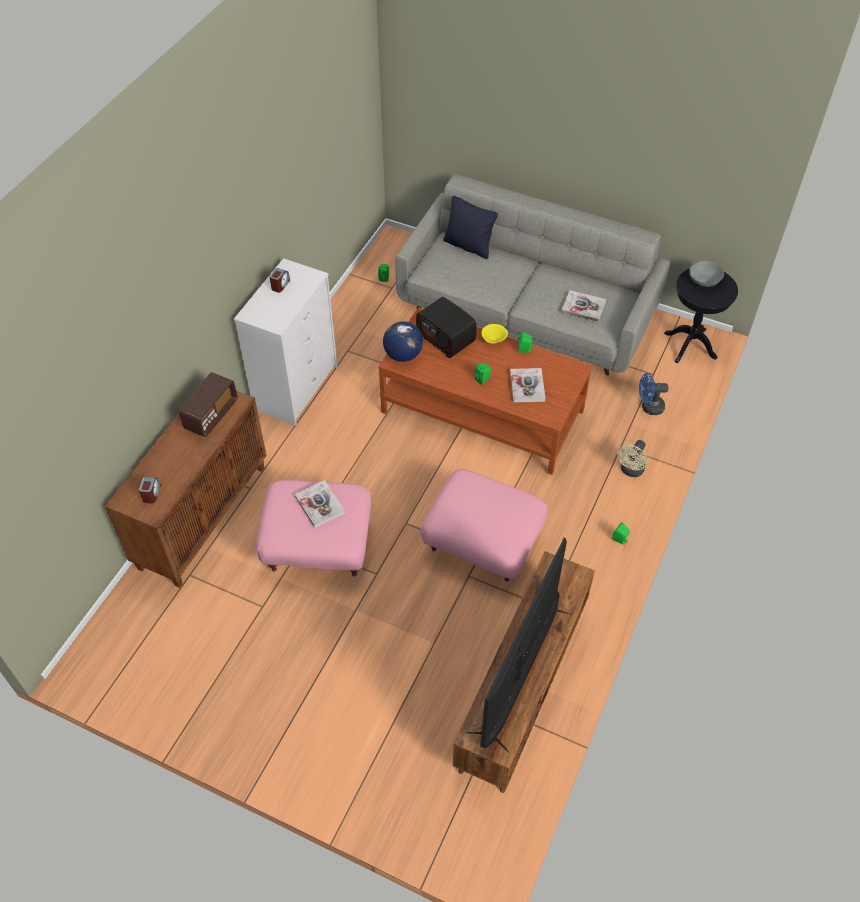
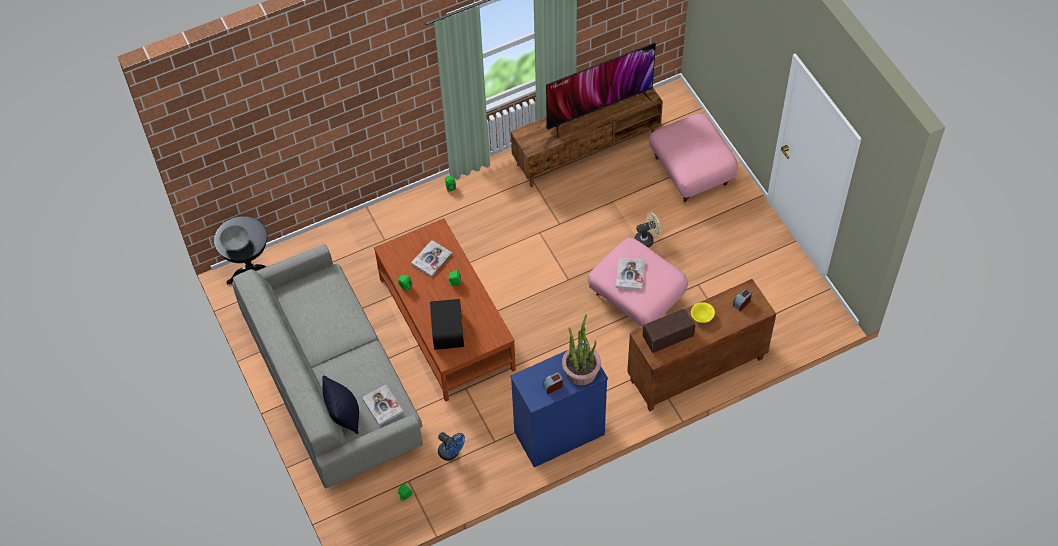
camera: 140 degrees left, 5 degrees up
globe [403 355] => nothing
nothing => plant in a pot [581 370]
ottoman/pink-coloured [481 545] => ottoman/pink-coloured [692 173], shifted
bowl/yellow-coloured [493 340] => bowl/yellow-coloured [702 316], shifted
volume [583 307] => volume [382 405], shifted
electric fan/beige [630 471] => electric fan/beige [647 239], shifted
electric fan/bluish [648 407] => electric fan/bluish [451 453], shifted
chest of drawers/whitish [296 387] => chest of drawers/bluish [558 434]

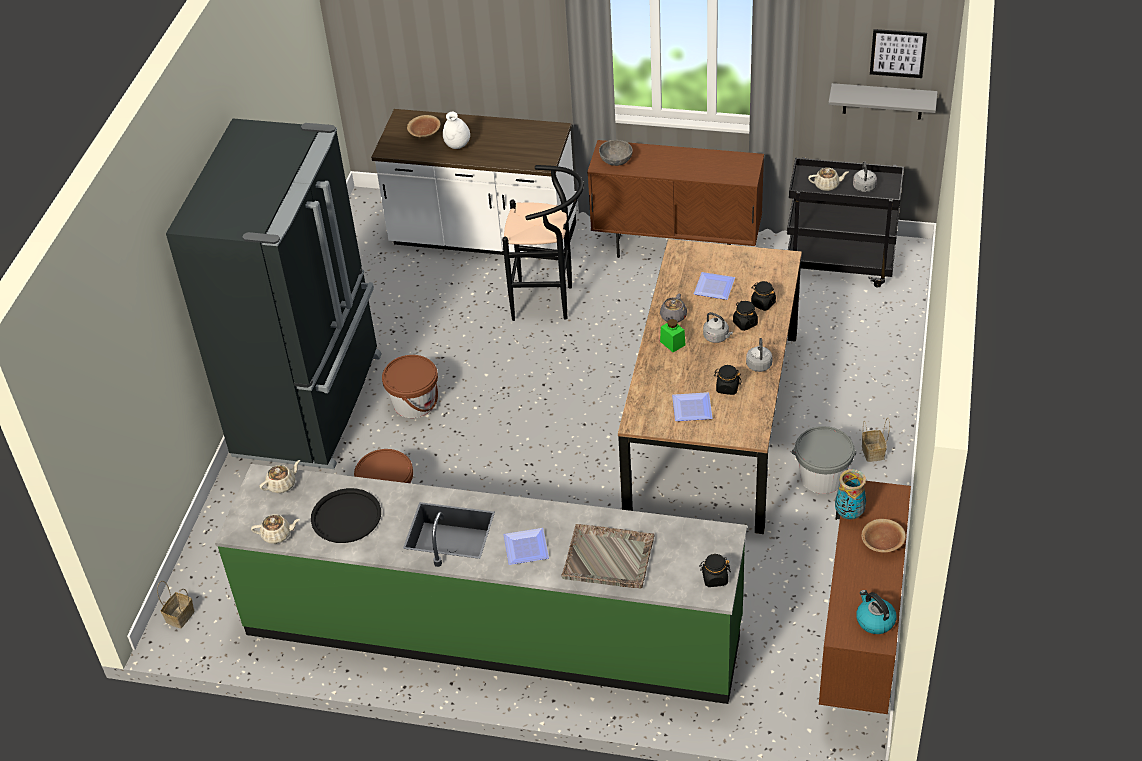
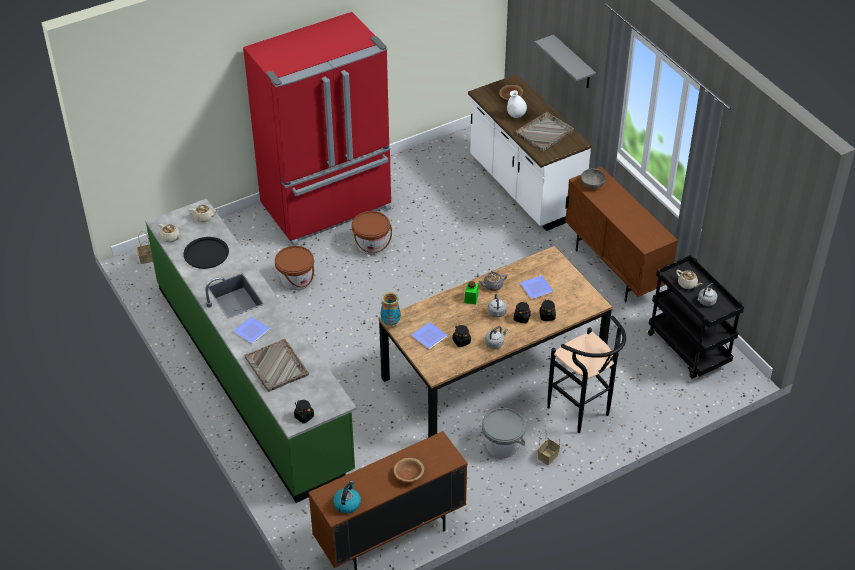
camera: 45 degrees right, 0 degrees up
wall picture [898 53] => nothing
nothing => carrying tray/grey [545 132]
sitting stool/black [549 302] => sitting stool/black [583 414], shifted
bracket shelf/grey [883 101] => bracket shelf/grey [573 63], shifted
decorative vase [848 514] => decorative vase [390 322], shifted
refrigerator/black [311 404] => refrigerator/red [328 208]

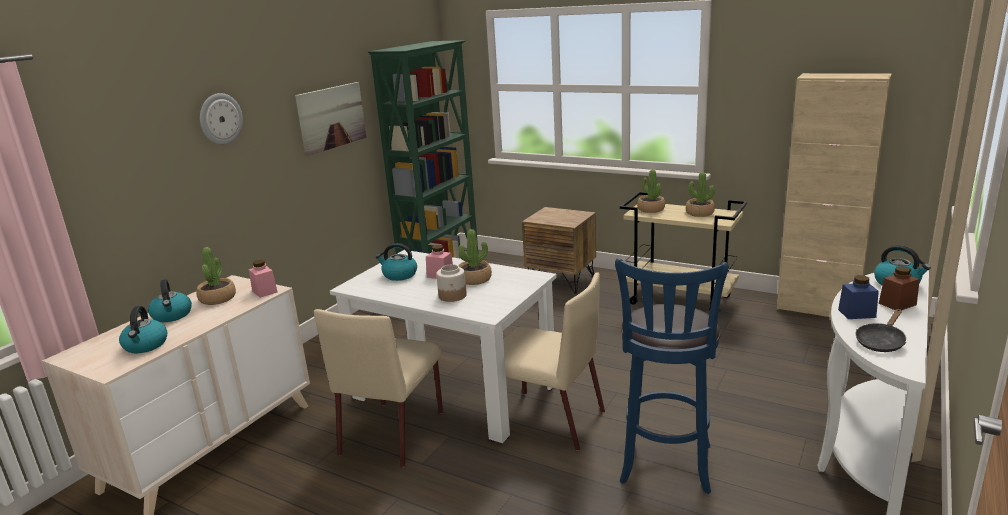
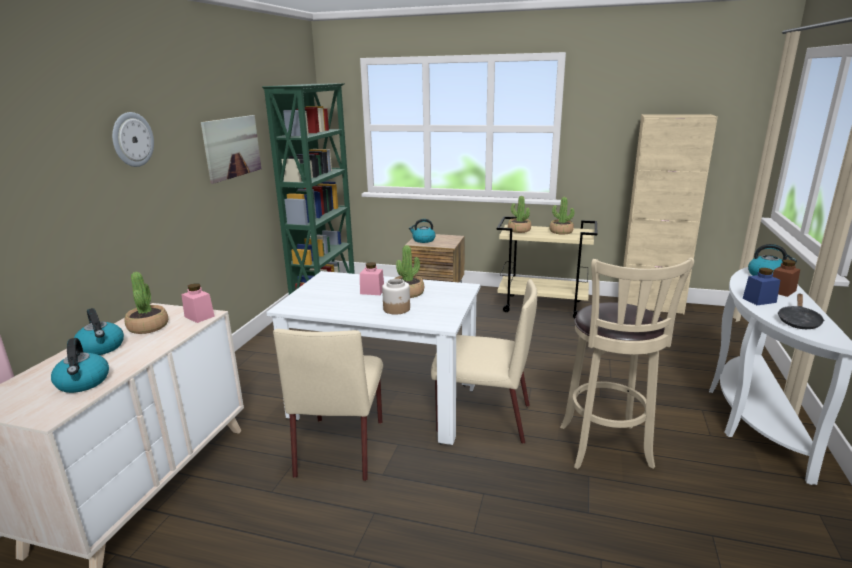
camera: 15 degrees left, 0 degrees up
tea kettle [399 275] => tea kettle [423 240], shifted
sitting stool/bluish [666 467] => sitting stool/beige [606 449]

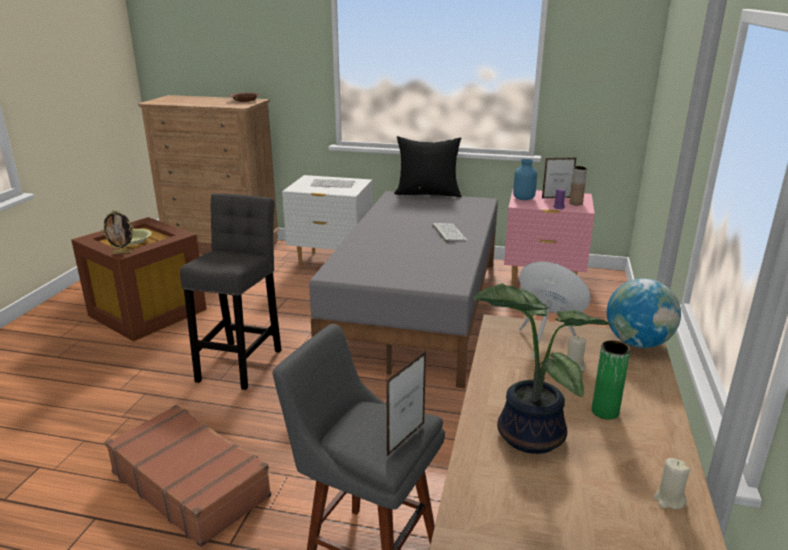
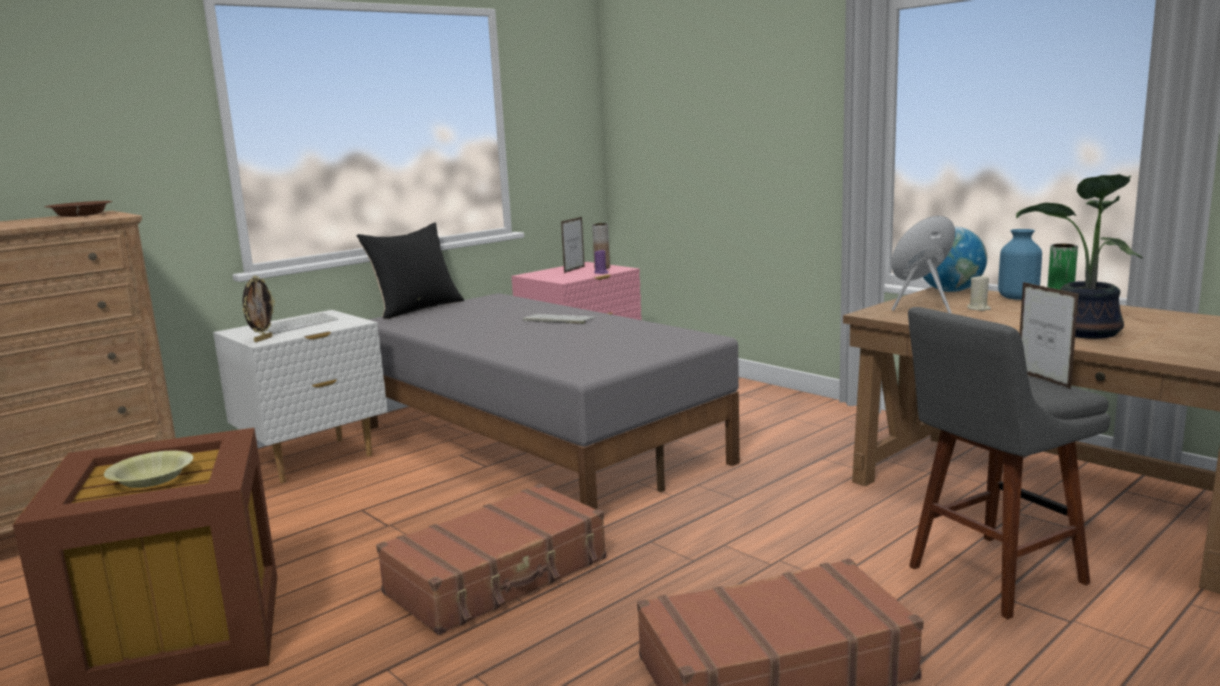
camera: 55 degrees left, 10 degrees down
wax candle/beige [669 500] => nothing
standing frame [122 253] => standing frame [262 339], shifted
decorative vase/bluish [523 198] => decorative vase/bluish [1018 298], shifted
sitting stool/grey [241 362] => suitcase/brownish [498 576]

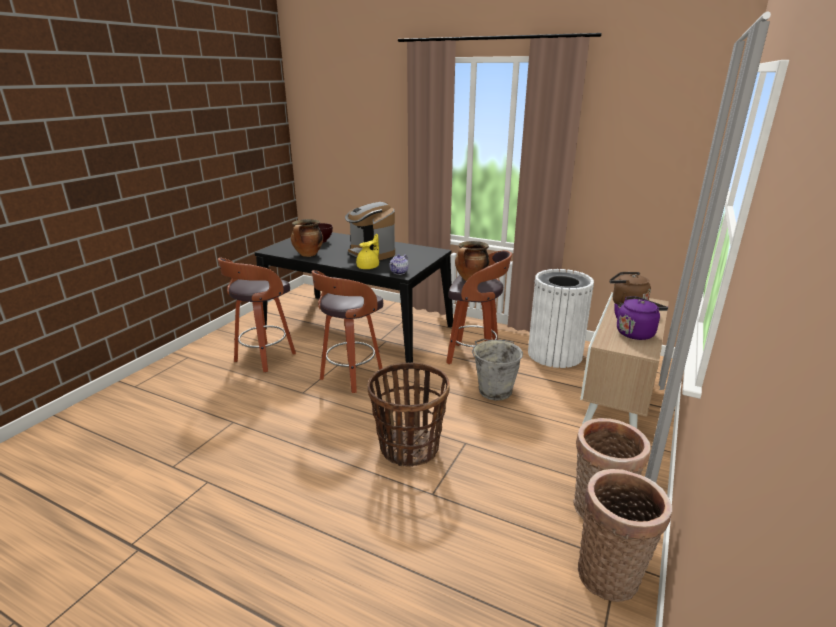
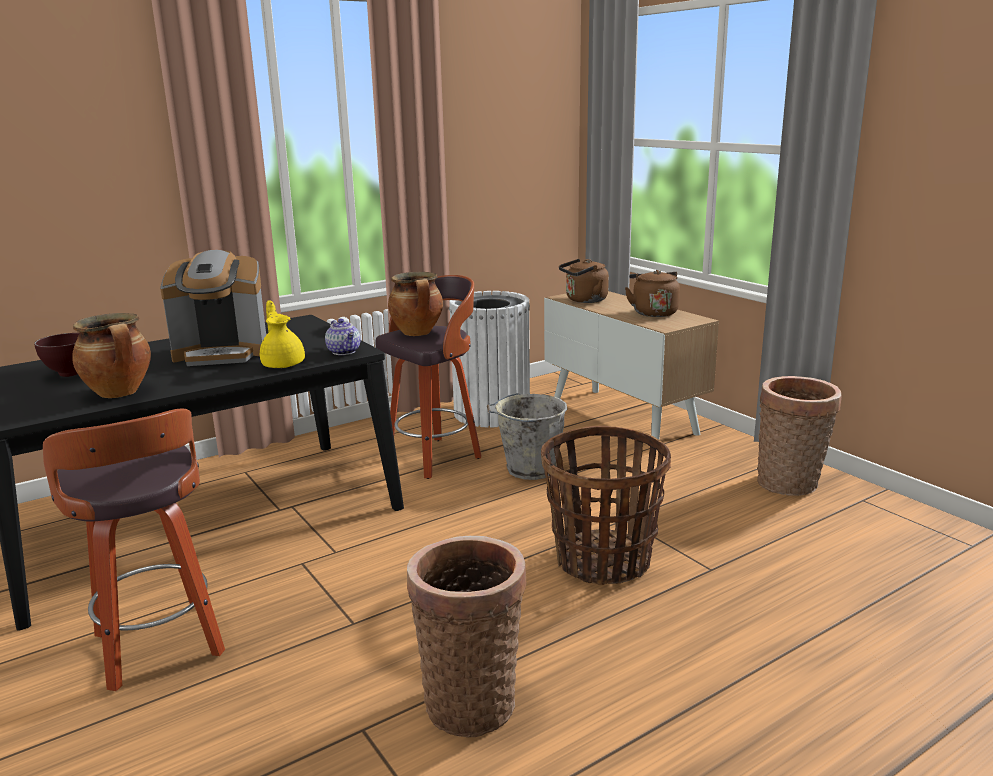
camera: 60 degrees left, 5 degrees down
sitting stool [350 377] => nothing
storage basket [611 574] => storage basket [471 700], shifted
tea kettle/purple [636 333] => tea kettle/brownish [653 312]

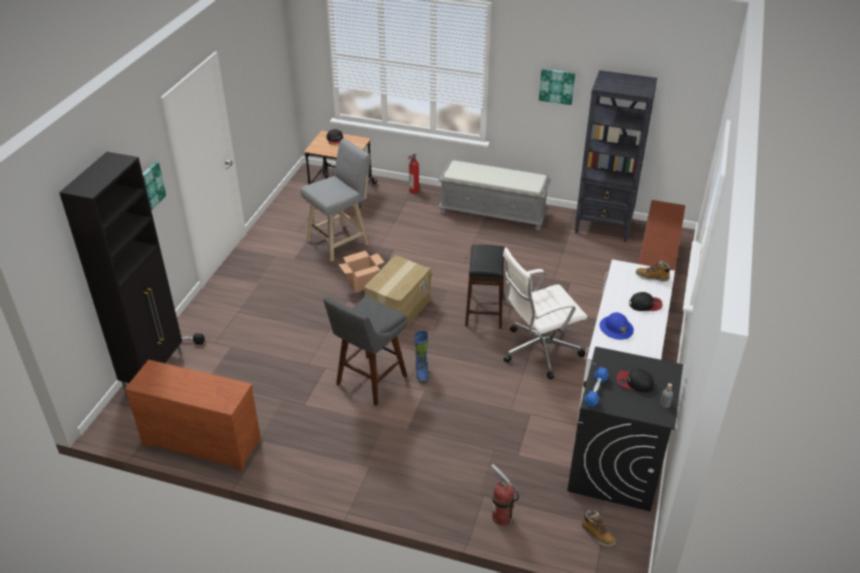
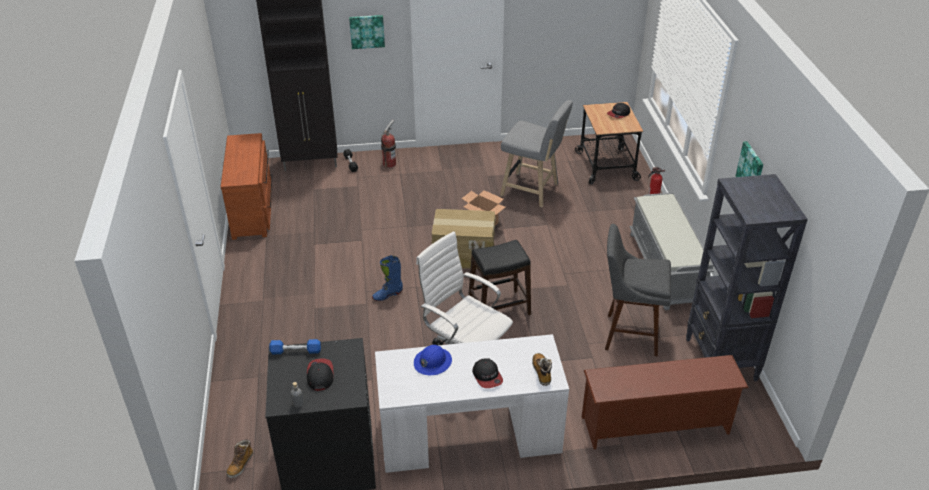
camera: 65 degrees right, 0 degrees up
sitting stool/grey [369 382] => sitting stool/grey [628 334], shifted
fire extinguisher [501 517] => fire extinguisher [389 164], shifted

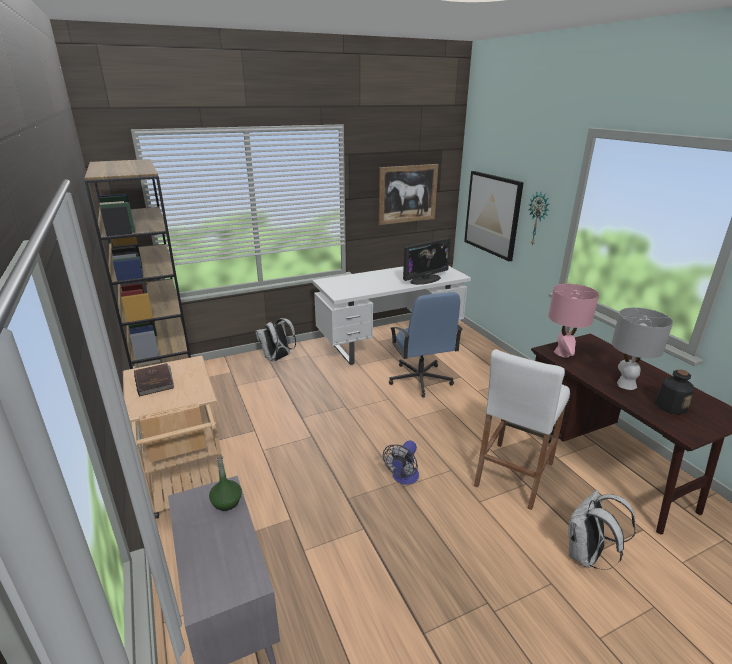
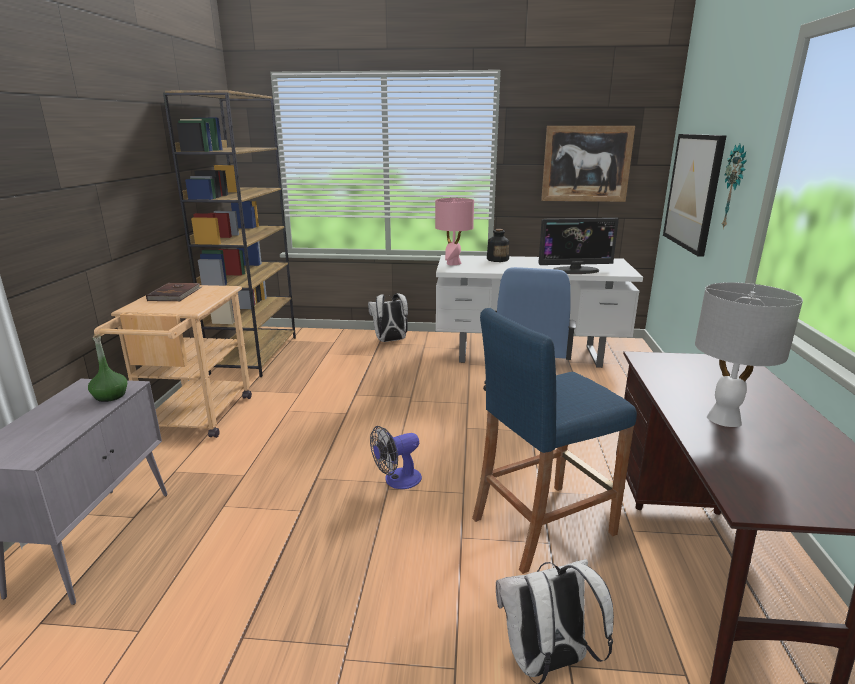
camera: 30 degrees right, 5 degrees down
lamp for a table/pink-coloured [562 353] => lamp for a table/pink-coloured [453 263], shifted
beverage bottle [670 406] => beverage bottle [497 259], shifted
sitting stool/whitish [513 474] => sitting stool/bluish [543 525]

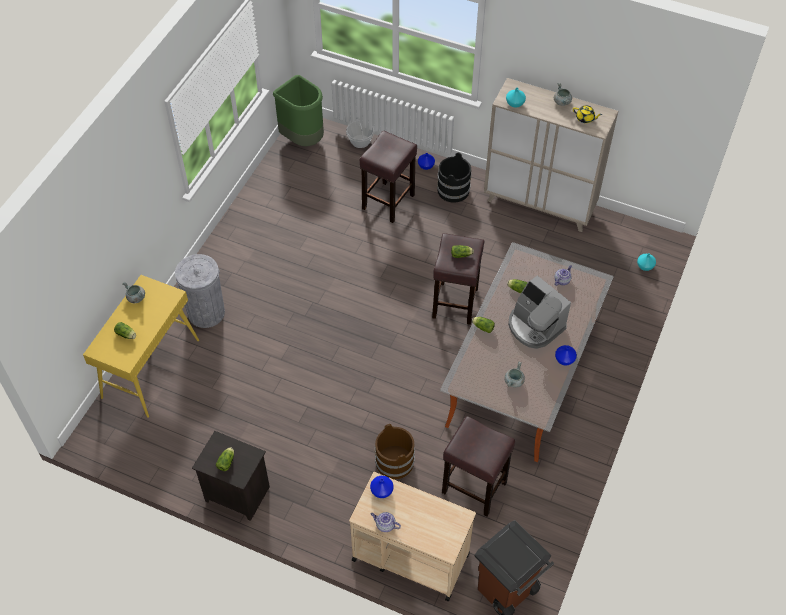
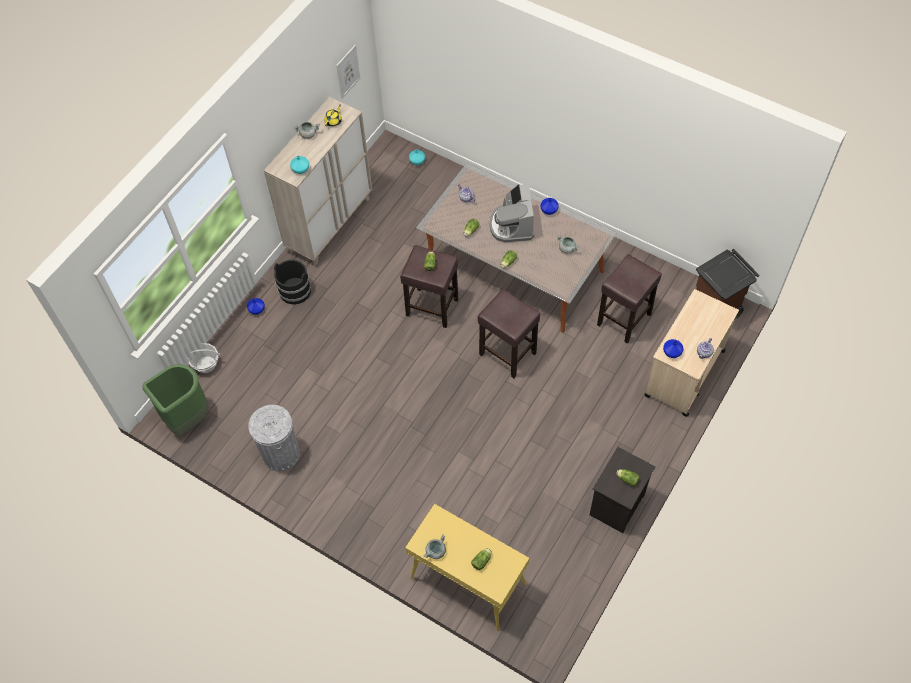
camera: 80 degrees left, 5 degrees up
pail/brownish [395 462] => nothing
nothing => wall picture [347 71]
rubbish bin/grey [206 312] => rubbish bin/grey [281 454], shifted
sitting stool/brownish [388 201] => sitting stool/brownish [506 353], shifted
coffee brewer [534 326] => coffee brewer [512 225], 120 degrees clockwise

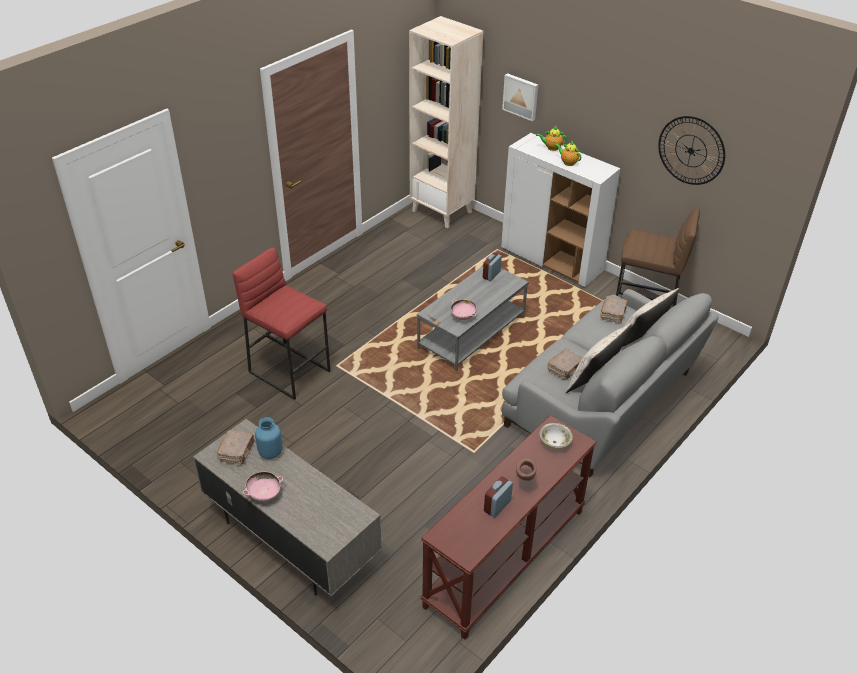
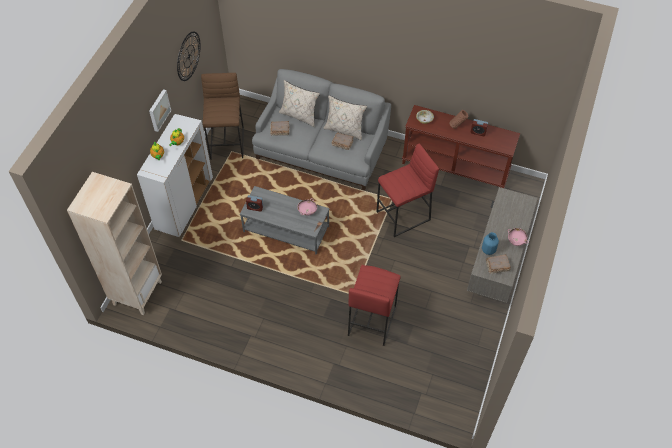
camera: 110 degrees left, 15 degrees up
nothing => sitting stool/red [403 216]
wall picture [521 96] => wall picture [158 110], shifted

